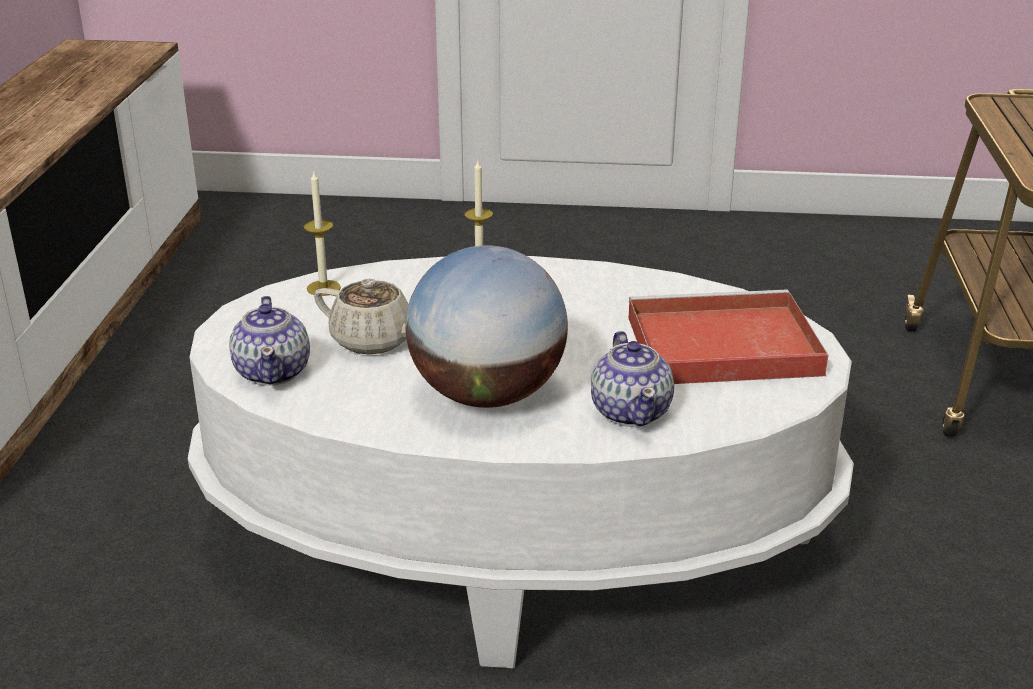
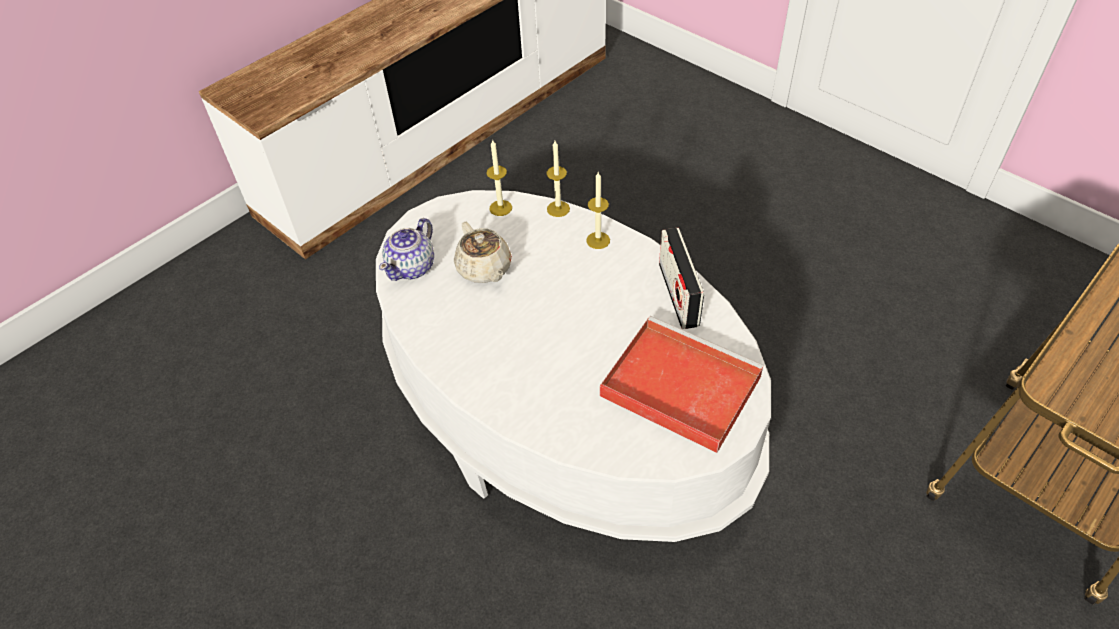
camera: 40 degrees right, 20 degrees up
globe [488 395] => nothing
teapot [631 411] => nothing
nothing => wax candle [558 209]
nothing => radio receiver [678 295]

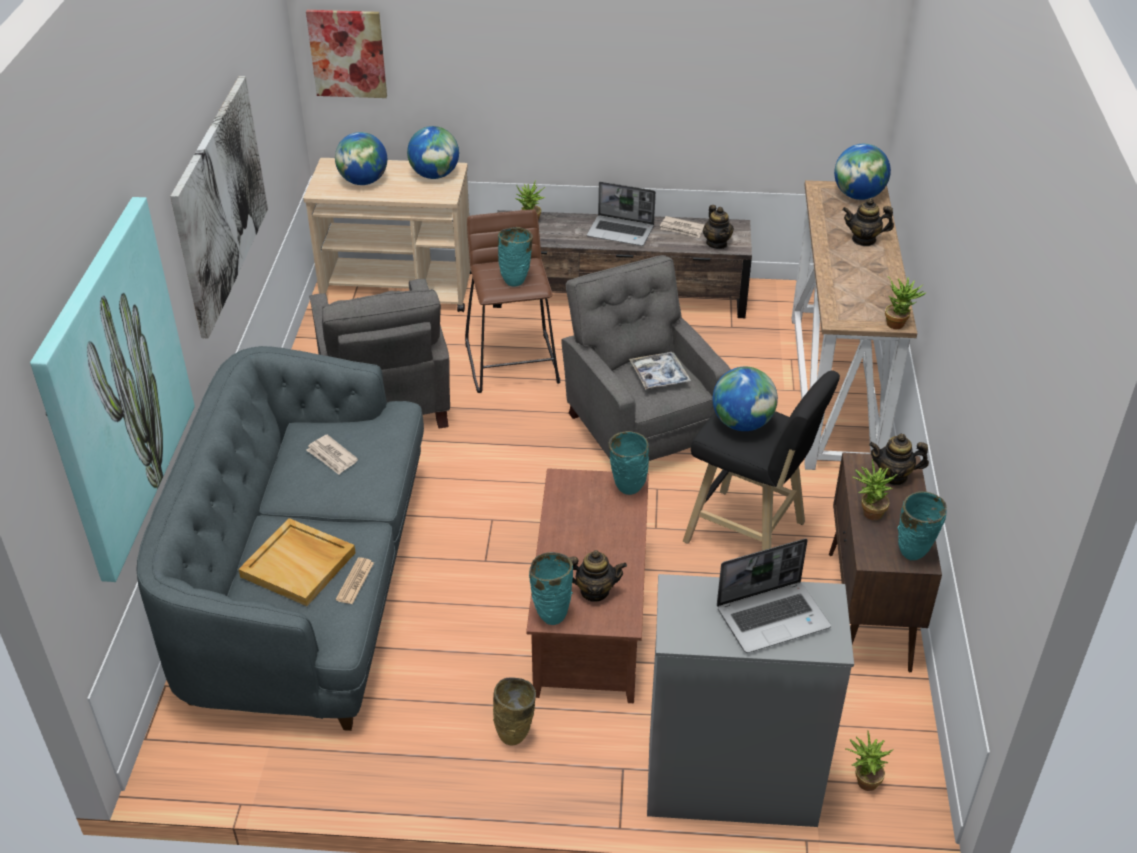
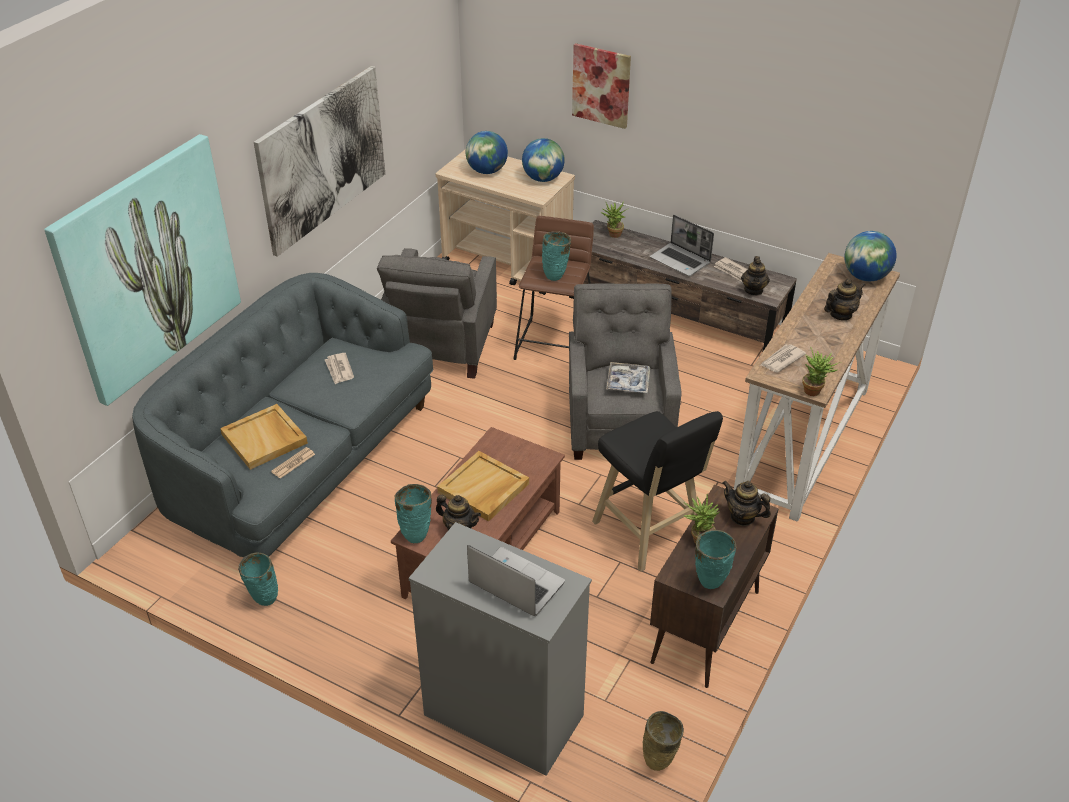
camera: 25 degrees right, 0 degrees up
globe [742 423] => nothing
plant in a pot [863 782] => nothing
nothing => carrying tray/beige [483 489]
nothing => daily paper [781 360]
wall picture [347 53] => wall picture [601 85], shifted
decorative vase/beige [515 736] => decorative vase/beige [659 763], shifted
decorative vase/turquoise [627 490] => decorative vase/turquoise [264 600], shifted
notebook computer [773 617] => notebook computer [515 584], 150 degrees counterclockwise
teapot [864 240] => teapot [840 315], 120 degrees clockwise

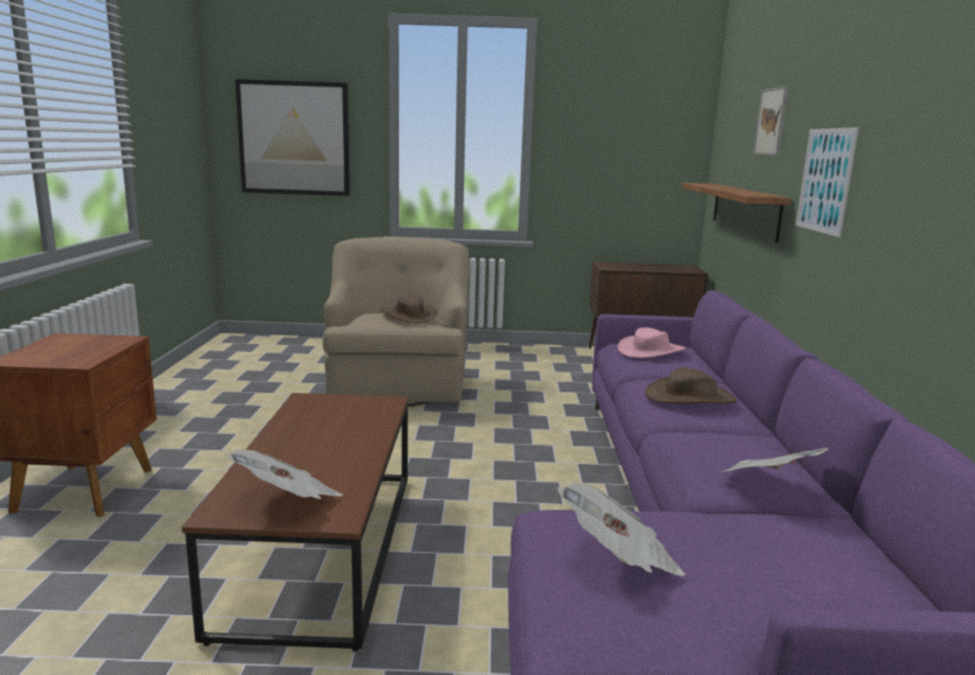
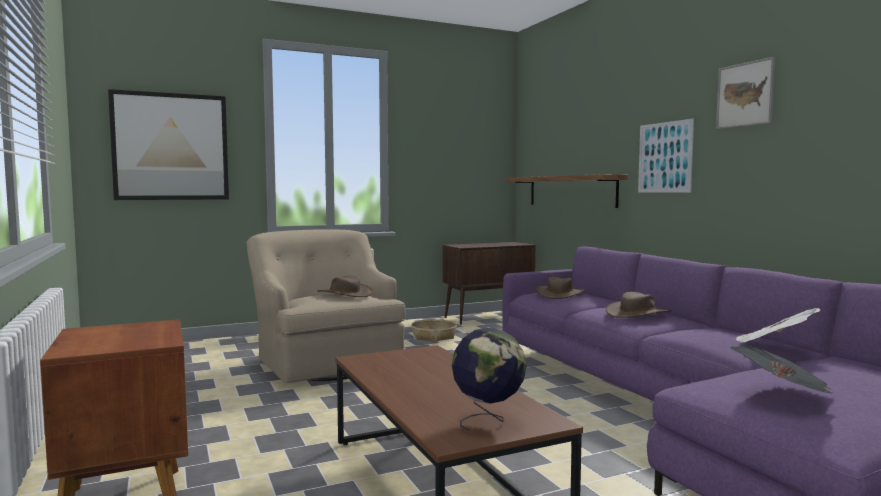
camera: 25 degrees left, 10 degrees down
nothing => storage basket [433 336]
wall picture [771 121] => wall picture [745 94], shifted
daily paper [287 501] => globe [488 420]
clothing hat/pink-coloured [651 351] => clothing hat/brownish [560 294]

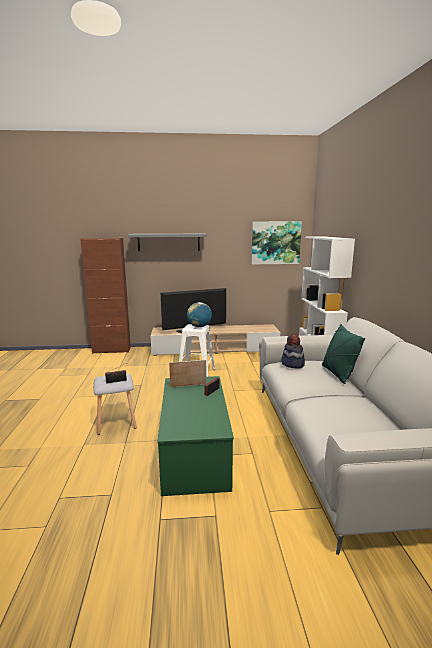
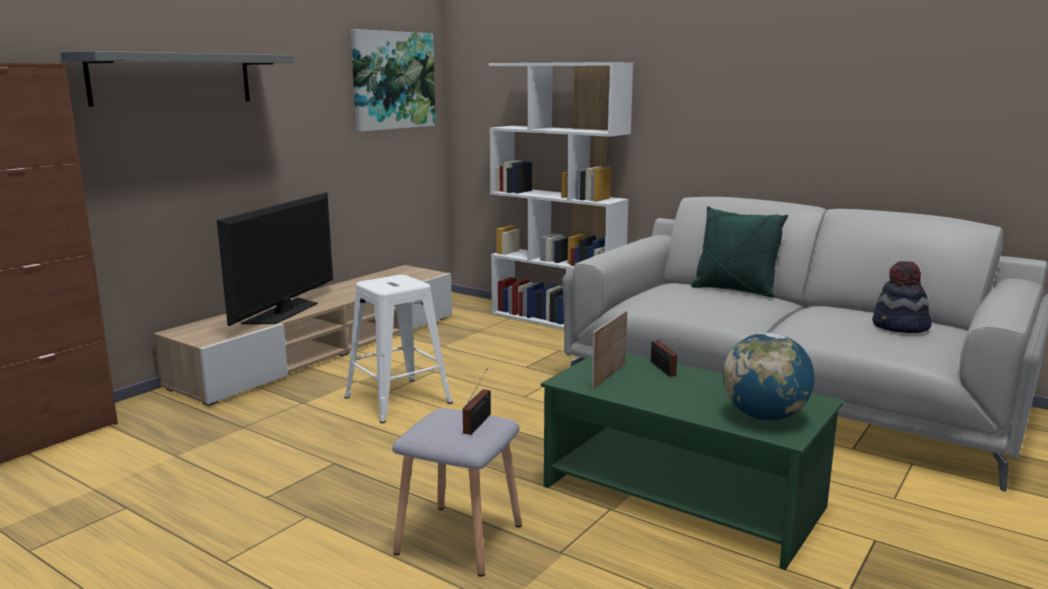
camera: 50 degrees left, 0 degrees up
globe [199 326] => globe [764 416], shifted
clothing hat [292 364] => clothing hat [900 327], shifted

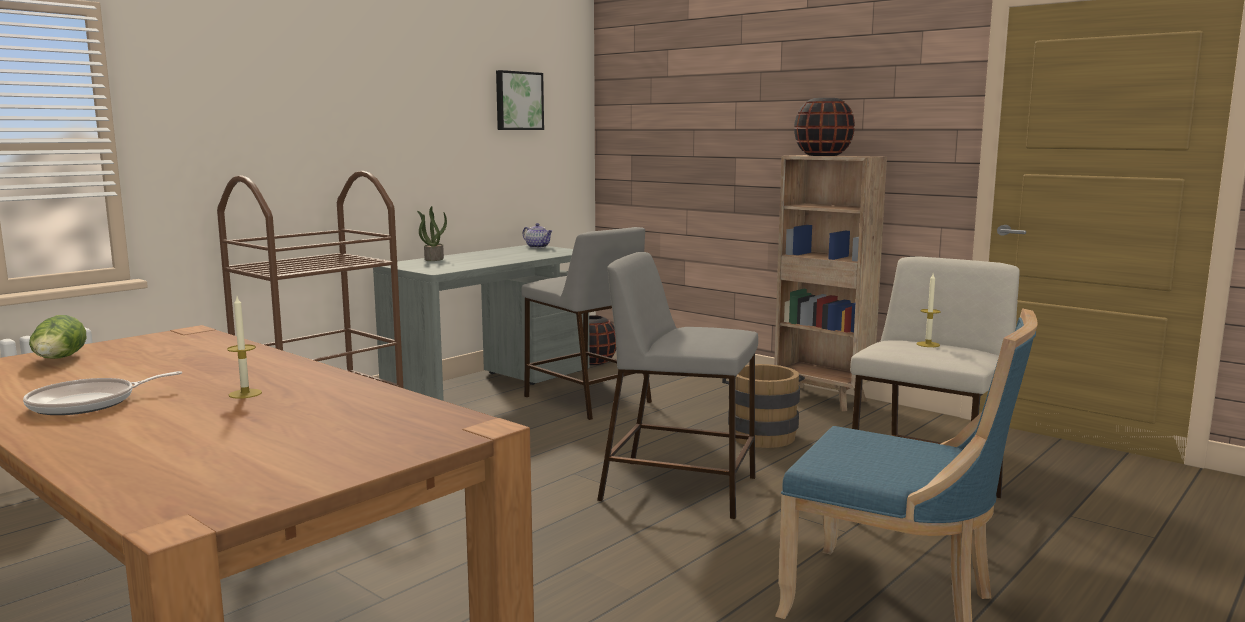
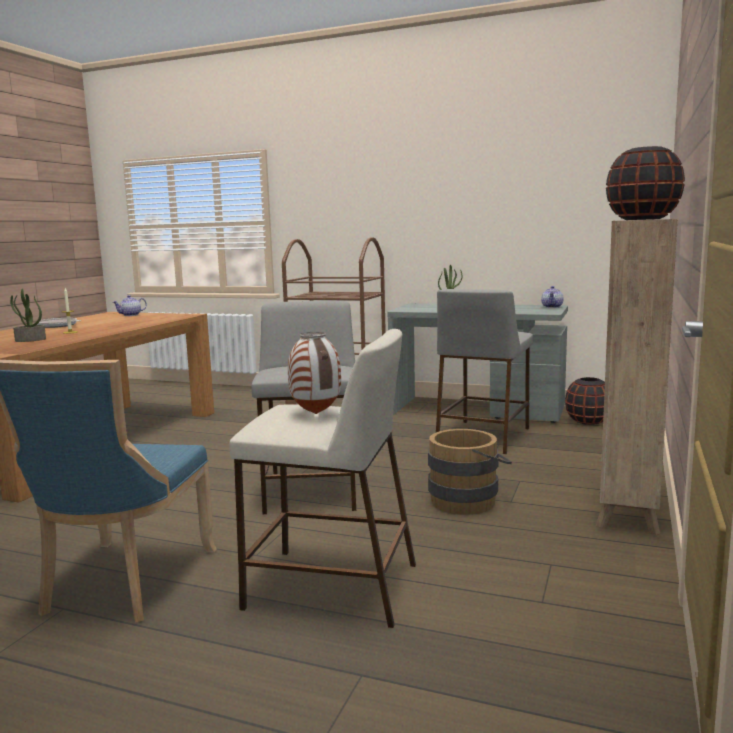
camera: 70 degrees right, 0 degrees up
wall picture [518 101] => nothing
nothing => plant in a pot [30 340]
head of lettuce [59 360] => teapot [131 315]
wax candle [928 344] => decorative vase [317 414]

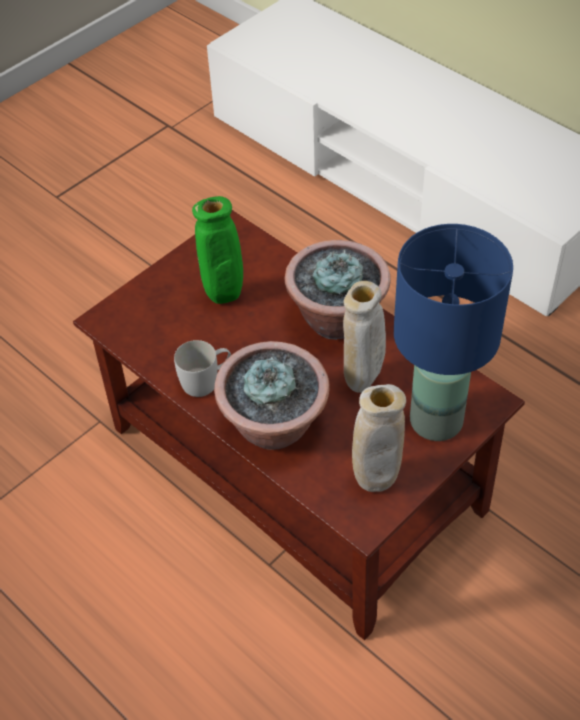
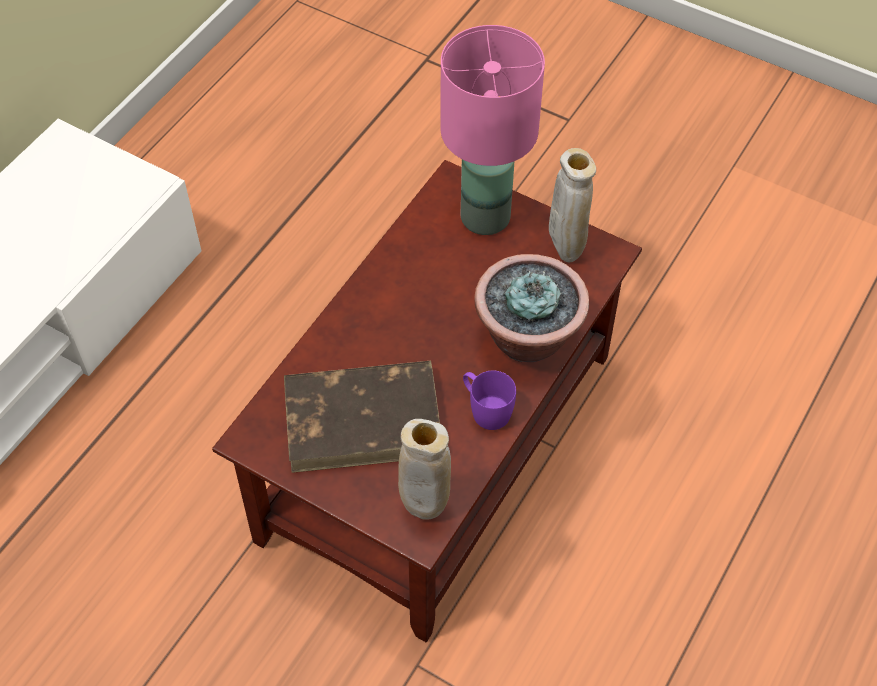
camera: 105 degrees left, 5 degrees up
plant in a pot [337 318] => nothing
decorative vase/beige [363 384] => decorative vase/beige [425 506], shifted
decorative vase/green-coloured [224 298] => volume/brownish [364 419]
mug/whitish [206 380] => mug/purple [485 409]
lamp for a table/bluish [435 419] => lamp for a table/pink-coloured [484 218]

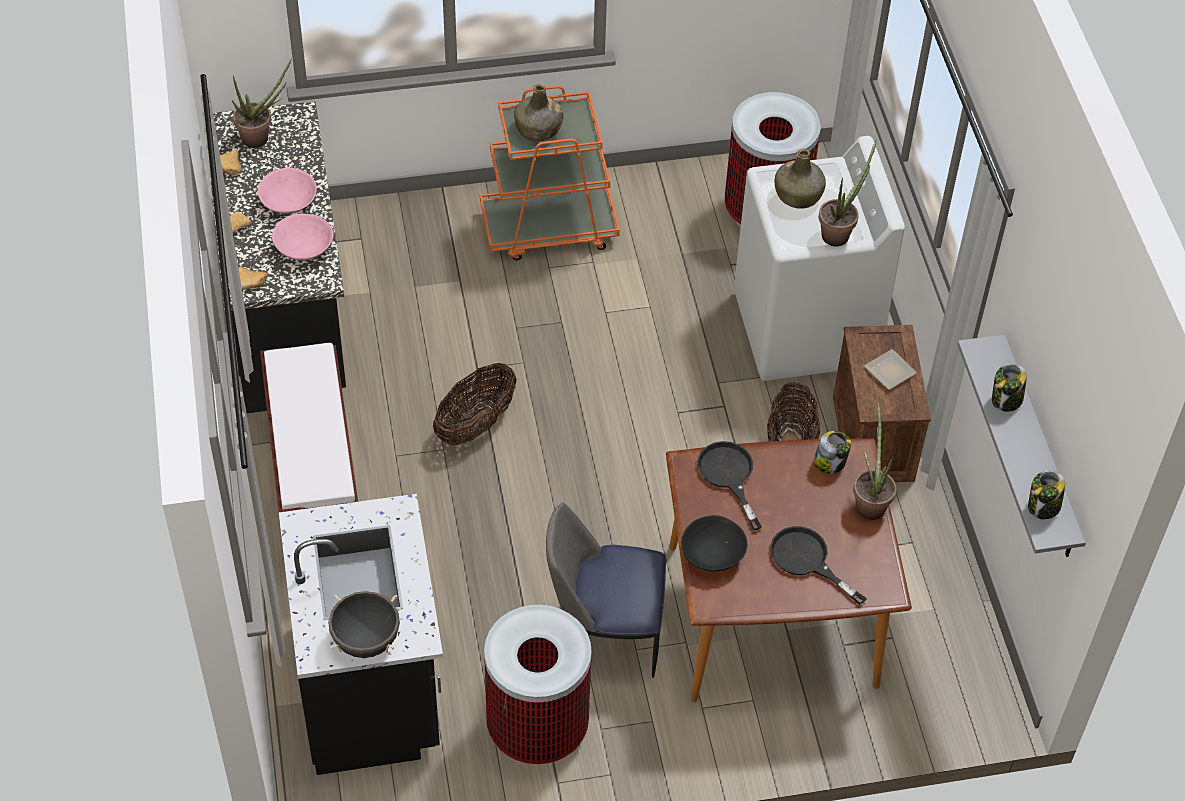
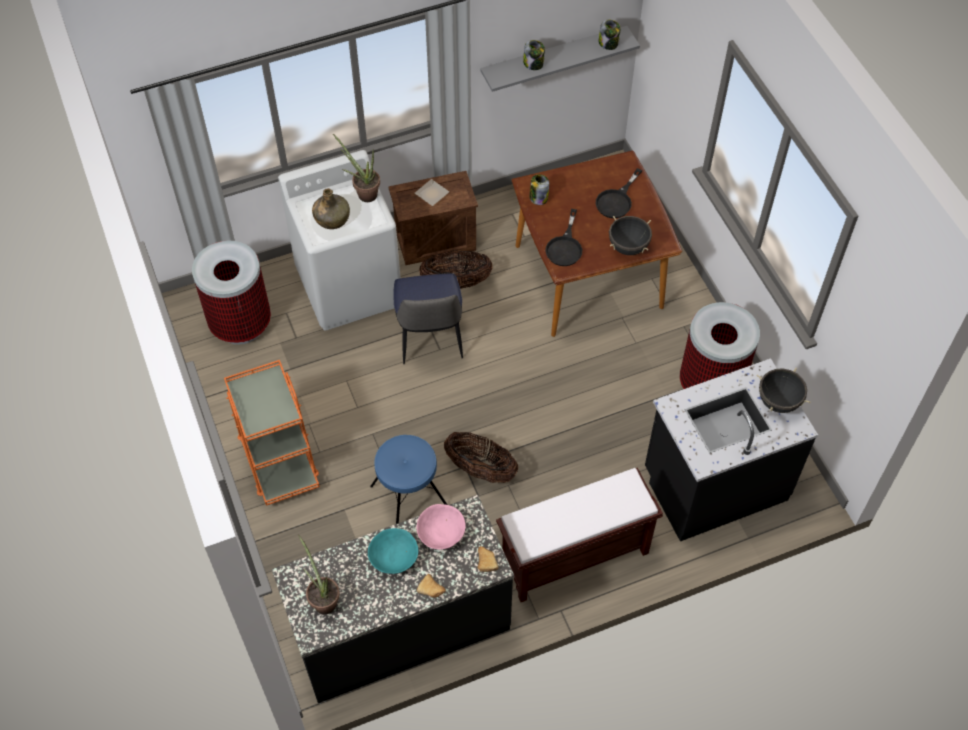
camera: 100 degrees left, 5 degrees up
baked bread [231 168] => nothing
beverage bottle/green-coloured [538 129] => nothing
plant in a pot [869 502] => nothing
nothing => sitting stool/bluish [408 495]
upright chair [604 636] => upright chair [430 338], shifted
bowl/black [712 554] => stockpot/black [628 247]
bowl/pink-coloured [289 202] => bowl/turquoise [394 557]
skillet/black [729 476] => skillet/black [565 247], 45 degrees counterclockwise

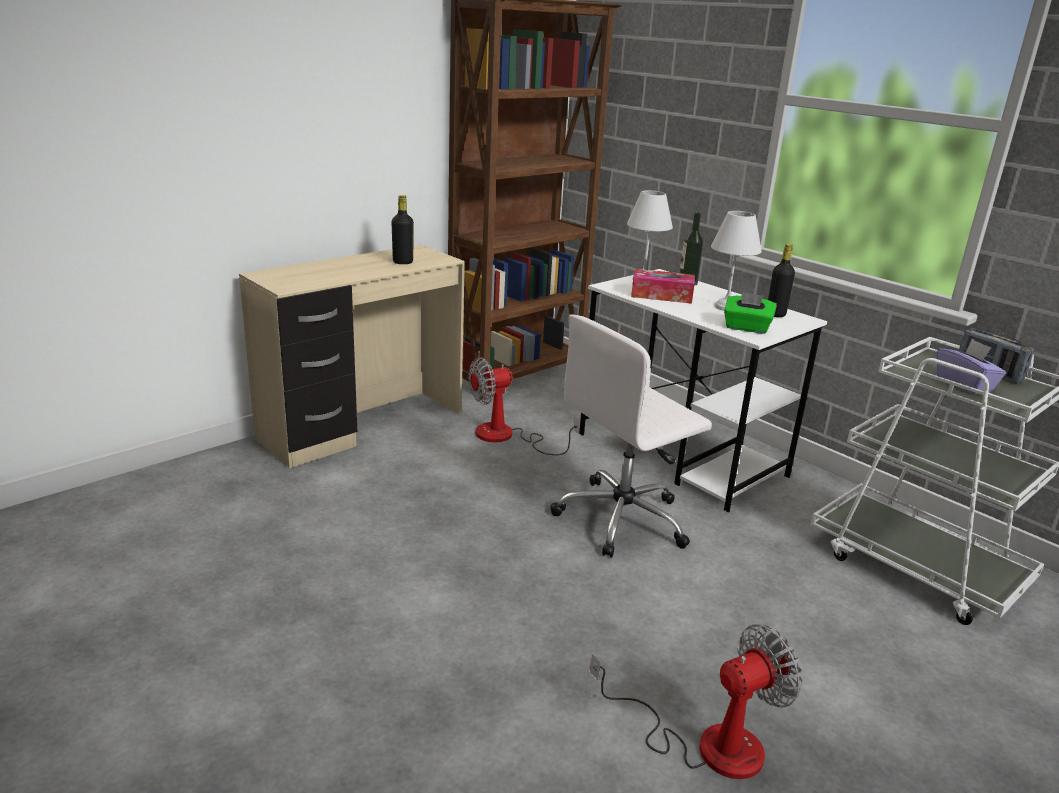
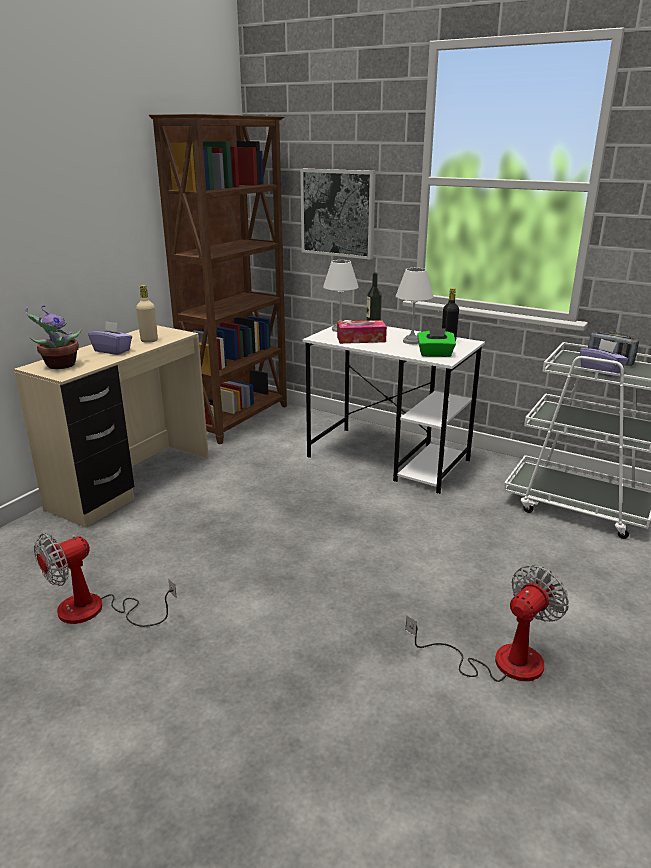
camera: 15 degrees left, 0 degrees up
office chair/whitish [623 518] => nothing
nothing => plant in a pot [59 365]
nothing => box of tissues/purple [112 351]
nothing => wall picture [338 213]
electric fan [507 437] => electric fan [96 611], shifted
beverage bottle/black [403 262] => beverage bottle/beige [149 340]

